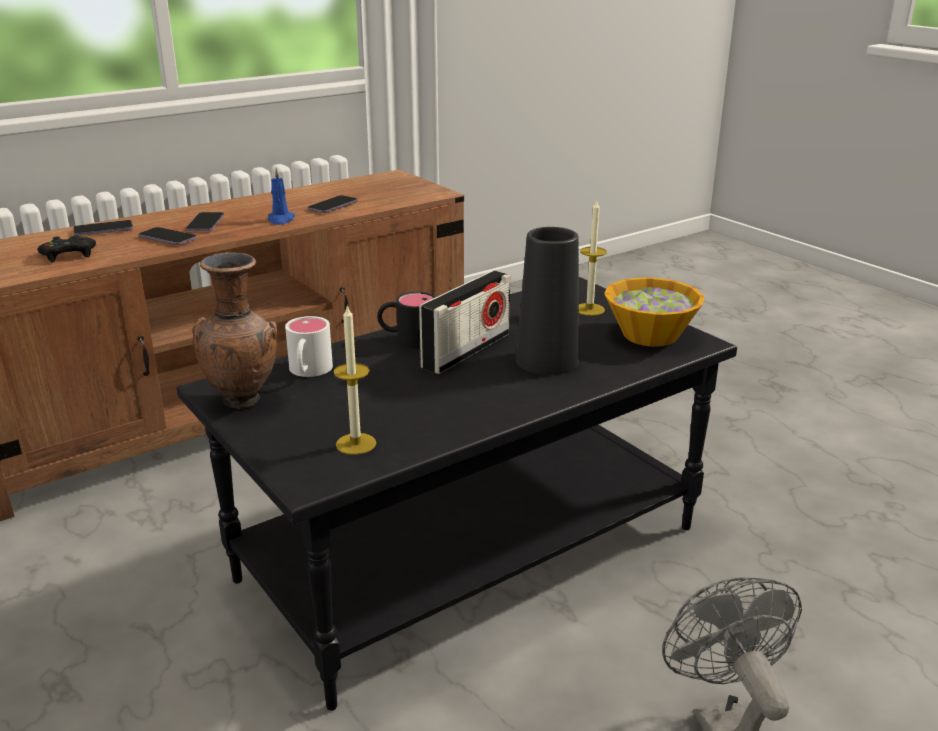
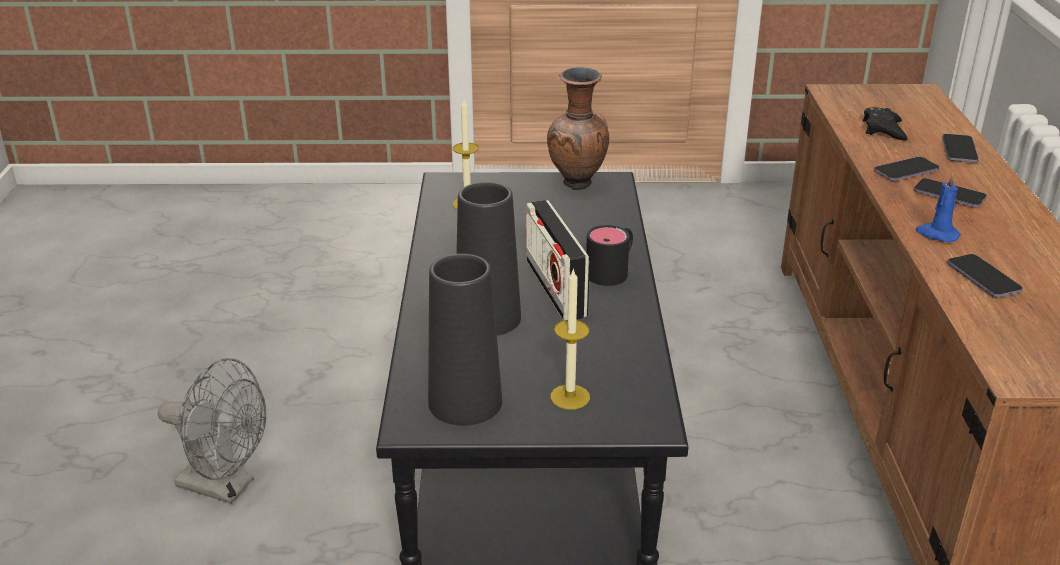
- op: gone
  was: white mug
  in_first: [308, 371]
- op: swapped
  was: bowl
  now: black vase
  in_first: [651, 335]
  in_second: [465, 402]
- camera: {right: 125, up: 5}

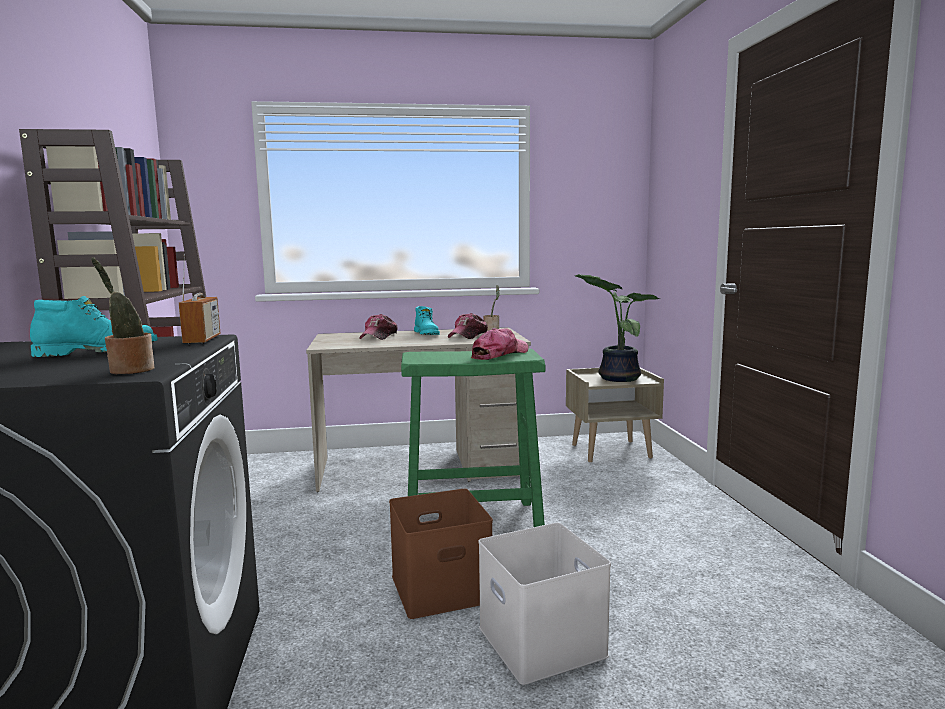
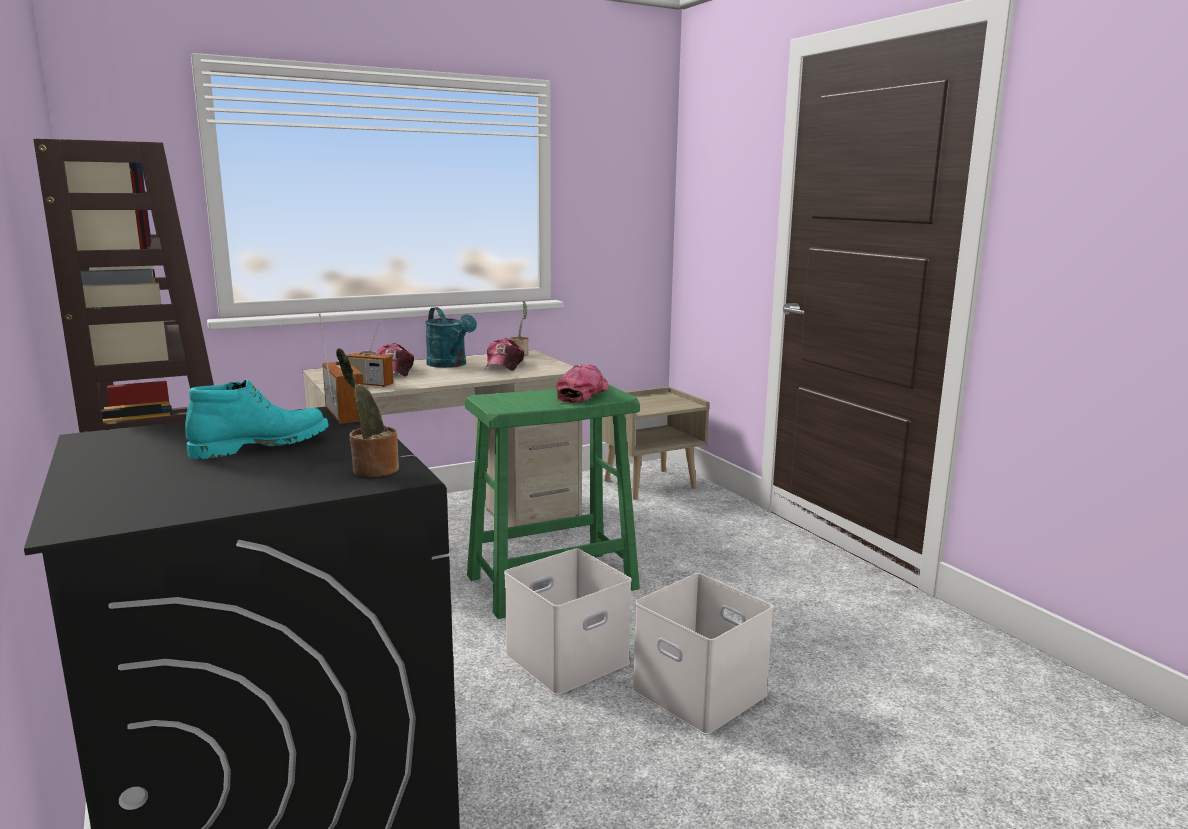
- op: gone
  was: potted plant
  in_first: [616, 378]
- op: new
  now: radio
  in_second: [370, 384]
- op: swapped
  was: turquoise boot
  now: turquoise watering can
  in_first: [427, 334]
  in_second: [450, 365]
- op: repainted
  was: brown storage box
  now: white storage box
  in_first: [442, 587]
  in_second: [567, 657]
- camera: {right: -20, up: 5}

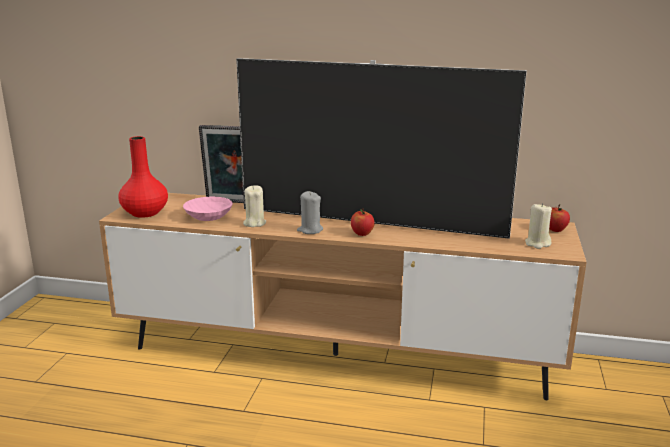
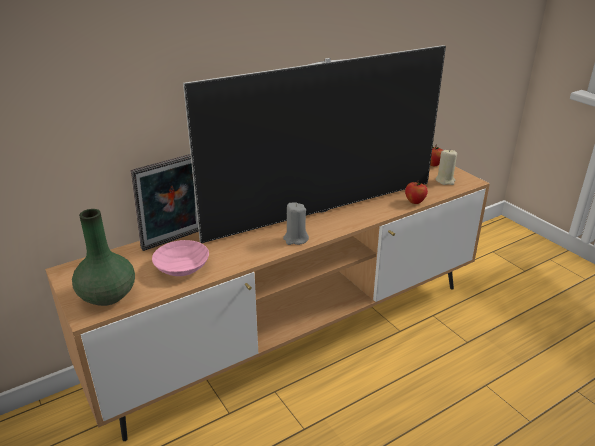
- op: gone
  was: beige candle
  in_first: [254, 223]
- op: shifted
  was: apple
  in_first: [362, 234]
  in_second: [415, 201]
- op: repainted
  was: red vase
  now: green vase
  in_first: [144, 213]
  in_second: [108, 296]
- camera: {right: -45, up: 10}

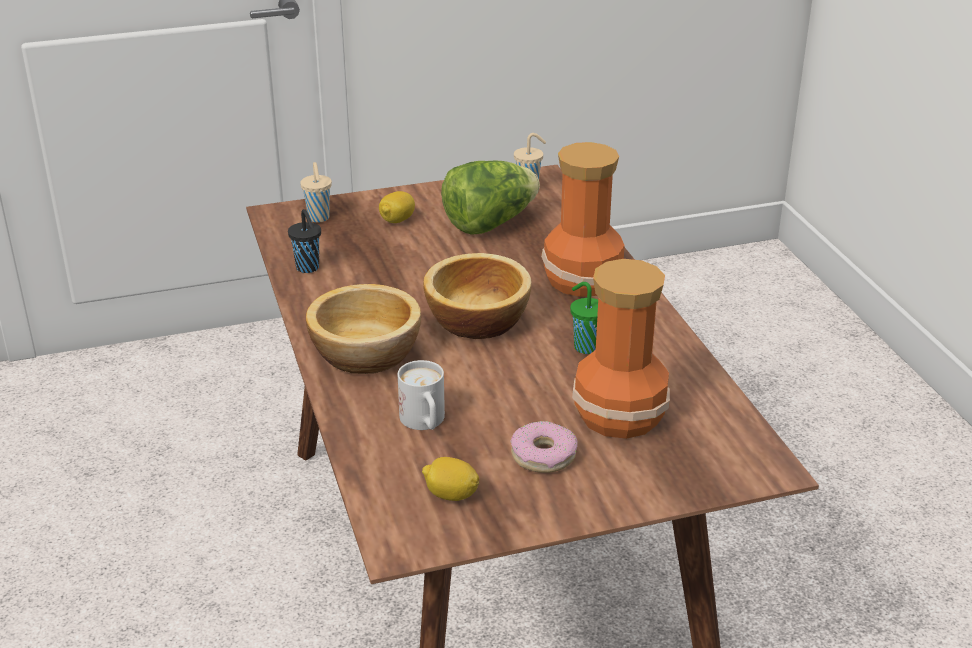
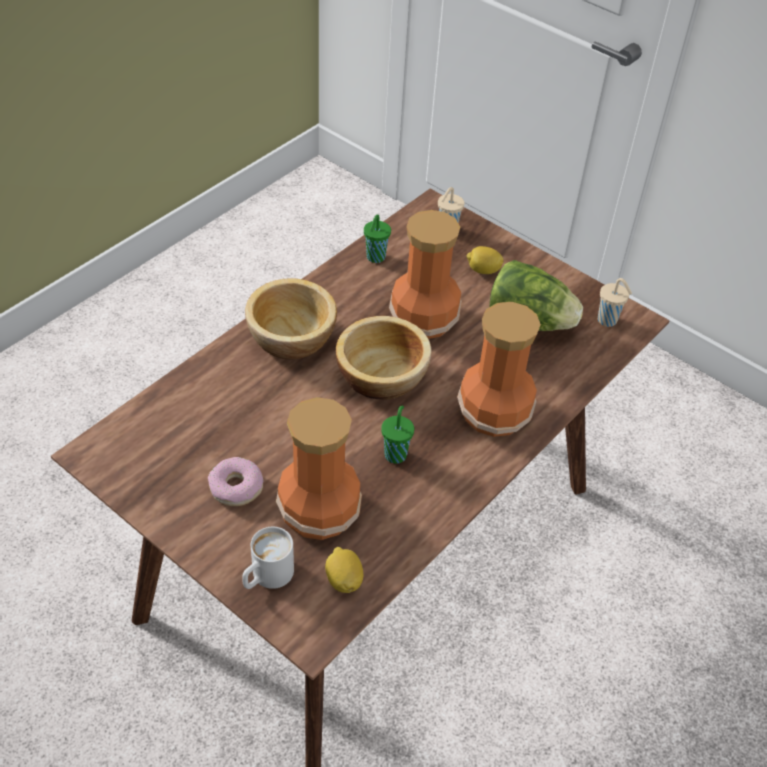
- op: new
  now: vase
  in_second: [424, 317]
- op: shifted
  was: white mug
  in_first: [425, 423]
  in_second: [266, 577]
- op: shifted
  was: lemon
  in_first: [451, 495]
  in_second: [344, 580]
- op: repainted
  was: black cup
  now: green cup
  in_first: [308, 268]
  in_second: [375, 258]
- camera: {right: 55, up: 15}

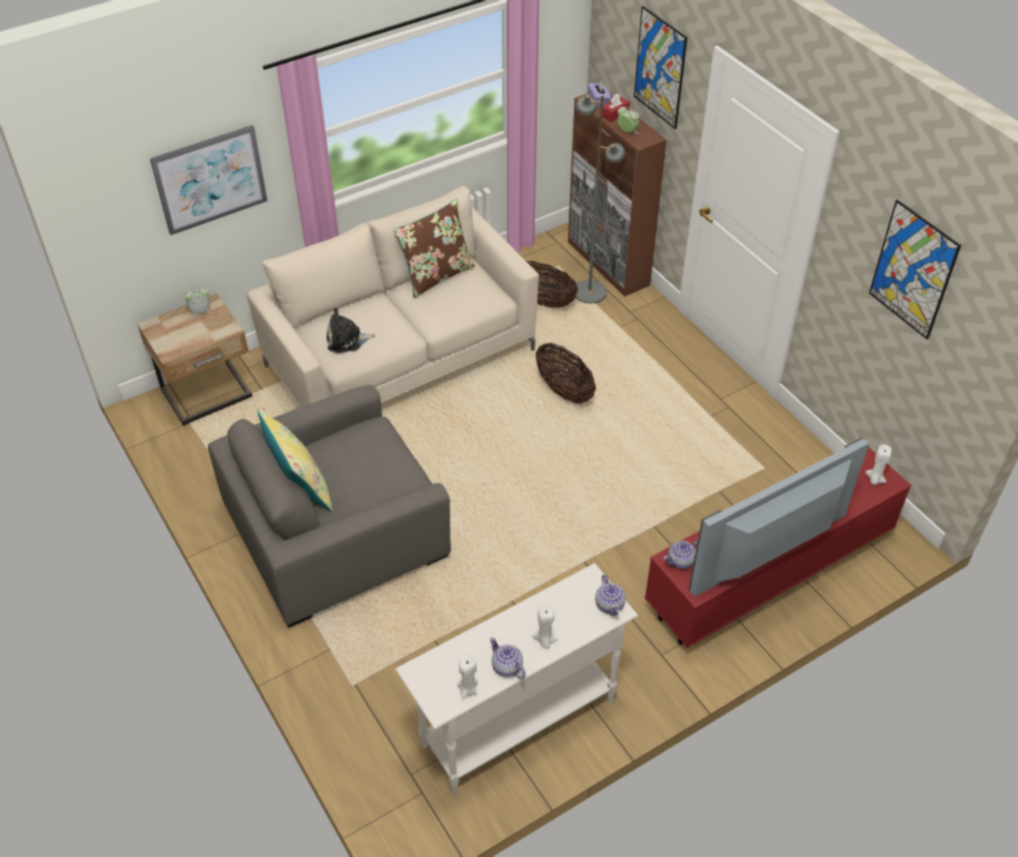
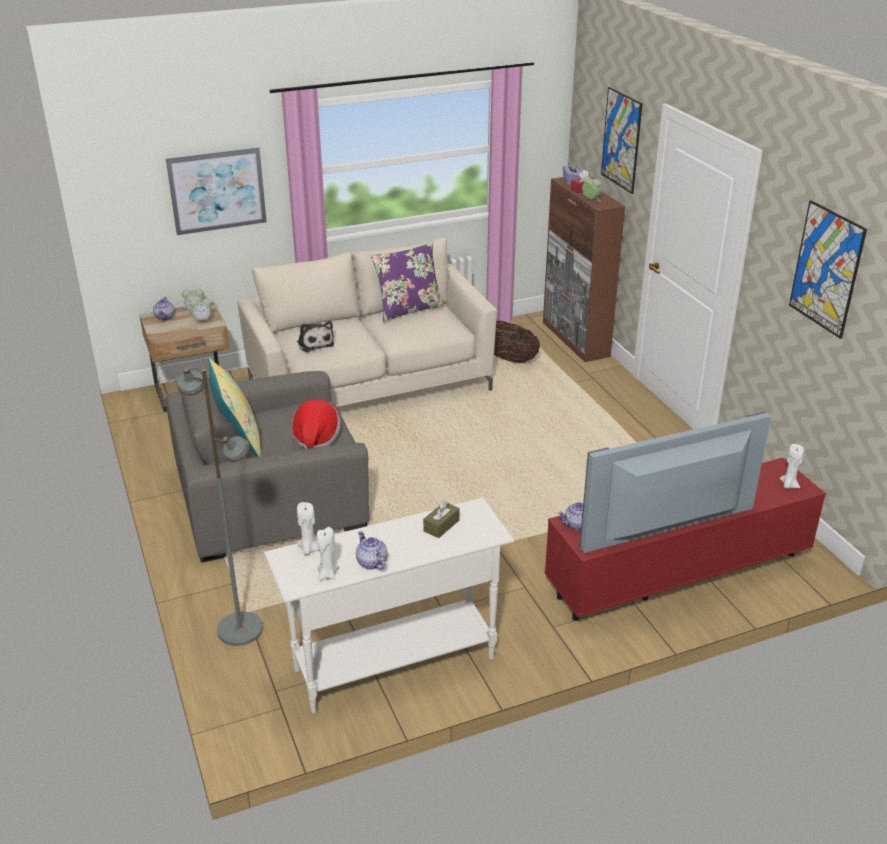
- op: gone
  was: basket
  in_first: [564, 390]
- op: new
  now: alarm clock
  in_second: [202, 320]
- op: new
  now: hat
  in_second: [316, 438]
- op: new
  now: brown tissue box
  in_second: [441, 525]
- op: shifted
  was: white candle
  in_first: [545, 641]
  in_second: [308, 549]
- op: shifted
  was: grey floor lamp
  in_first: [589, 292]
  in_second: [240, 628]
- op: shifted
  was: teapot
  in_first: [610, 605]
  in_second: [165, 317]
- op: repainted
  was: brown pillow
  now: purple pillow
  in_first: [436, 275]
  in_second: [408, 310]
- op: rotated
  was: plush toy
  in_first: [347, 340]
  in_second: [315, 343]
  clockwise: -120
- camera: {right: 10, up: -15}

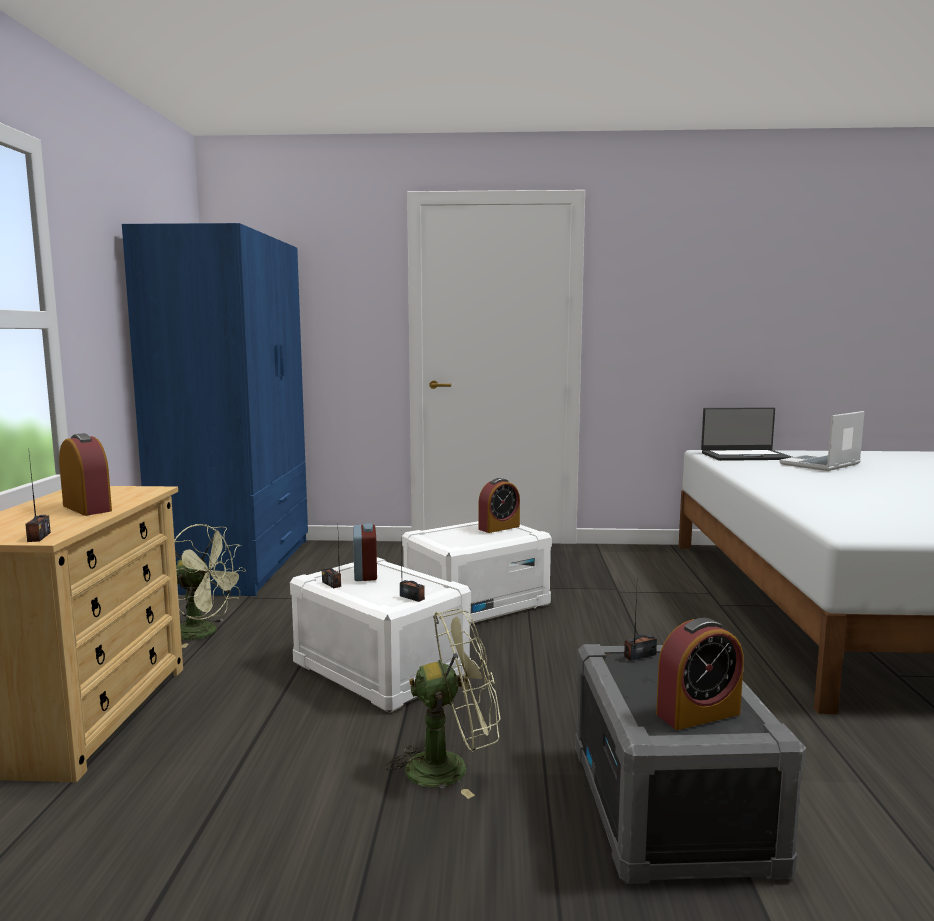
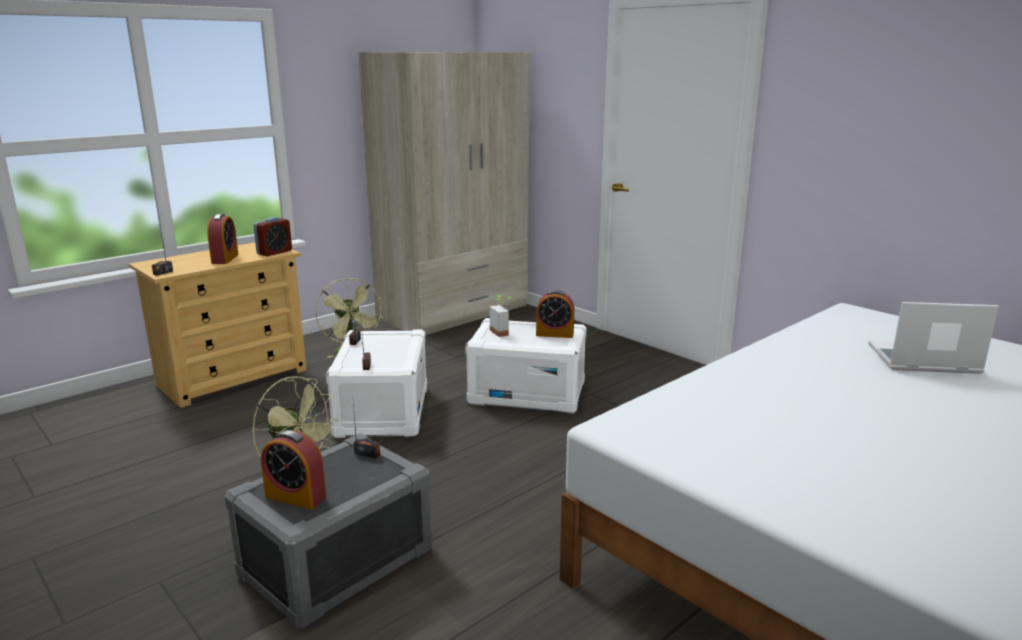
- op: gone
  was: laptop
  in_first: [744, 456]
- op: new
  now: potted plant
  in_second: [503, 332]
- op: shifted
  was: alarm clock
  in_first: [365, 574]
  in_second: [274, 252]
- op: repainted
  was: blue wardrobe
  now: beige wardrobe
  in_first: [239, 565]
  in_second: [454, 312]
- camera: {right: 45, up: 10}

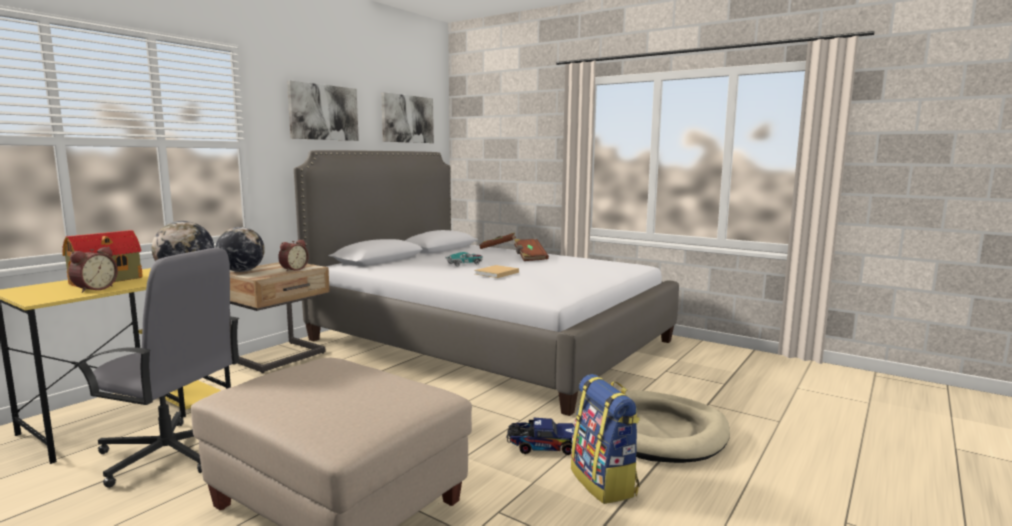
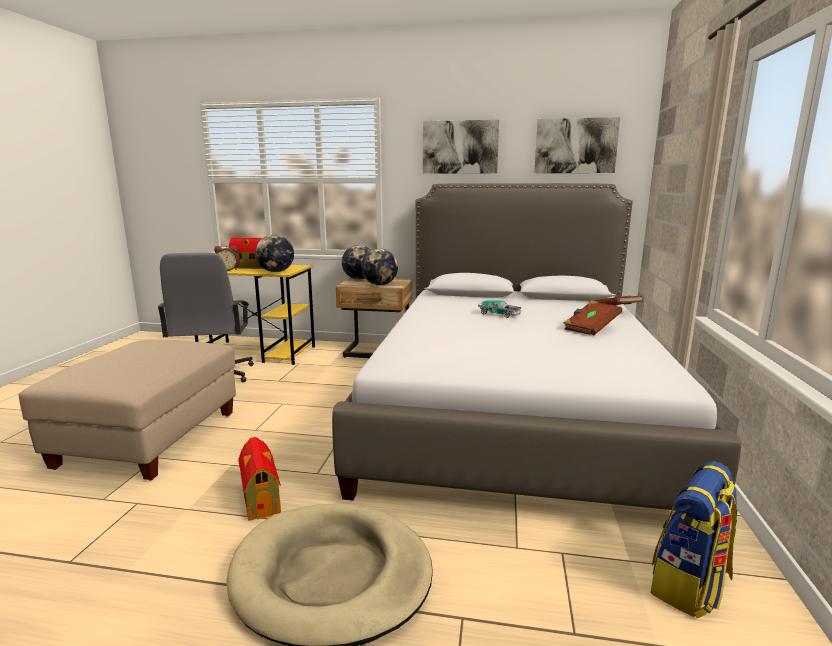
- op: gone
  was: beige book
  in_first: [496, 273]
- op: shifted
  was: backpack
  in_first: [604, 482]
  in_second: [689, 586]
- op: swapped
  was: alarm clock
  now: globe
  in_first: [293, 269]
  in_second: [379, 284]
- op: swapped
  was: toy truck
  now: toy house
  in_first: [541, 447]
  in_second: [261, 498]
- camera: {right: 65, up: 5}

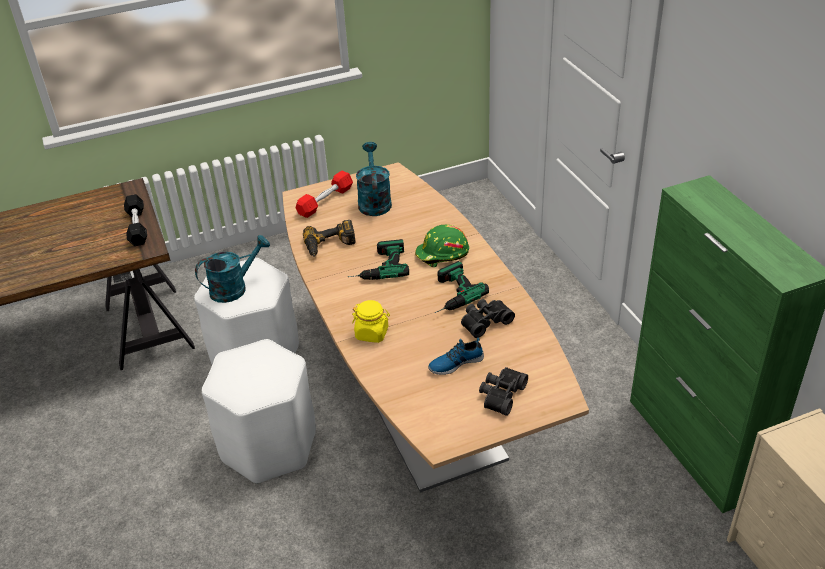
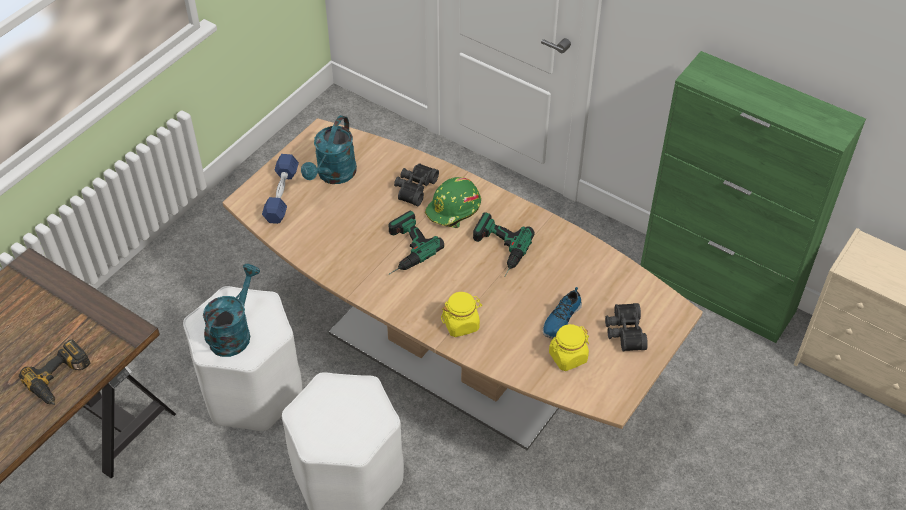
- op: gone
  was: black dumbbell
  in_first: [137, 227]
- op: new
  now: yellow jar
  in_second: [567, 357]
- op: shifted
  was: power drill
  in_first: [330, 245]
  in_second: [61, 379]
- op: shifted
  was: black binoculars
  in_first: [484, 321]
  in_second: [414, 188]
- op: repainted
  was: red dumbbell
  now: blue dumbbell
  in_first: [325, 201]
  in_second: [281, 195]
- op: rotated
  was: turquoise watering can
  in_first: [374, 201]
  in_second: [333, 175]
  clockwise: -120
- camera: {right: -35, up: 10}

